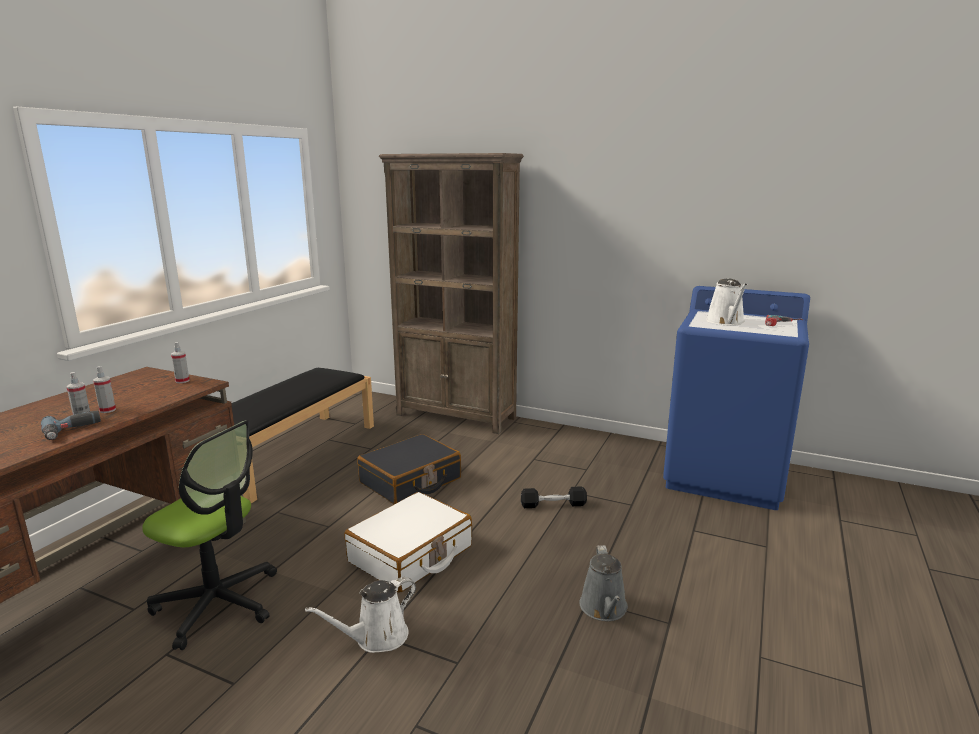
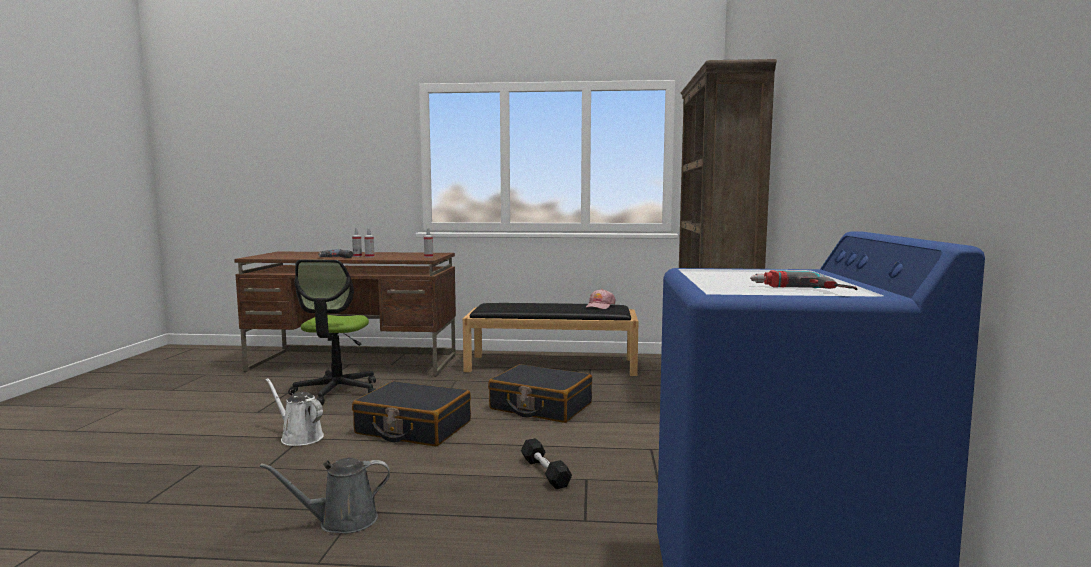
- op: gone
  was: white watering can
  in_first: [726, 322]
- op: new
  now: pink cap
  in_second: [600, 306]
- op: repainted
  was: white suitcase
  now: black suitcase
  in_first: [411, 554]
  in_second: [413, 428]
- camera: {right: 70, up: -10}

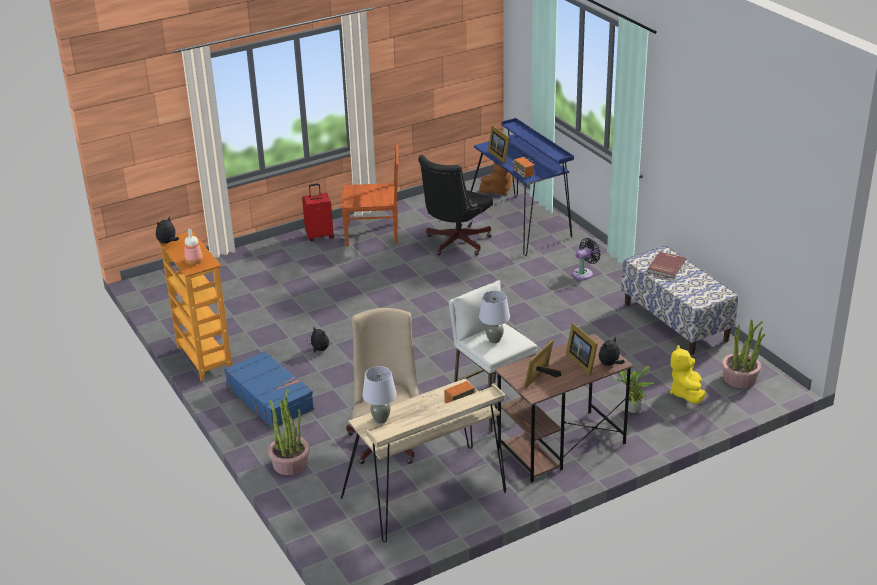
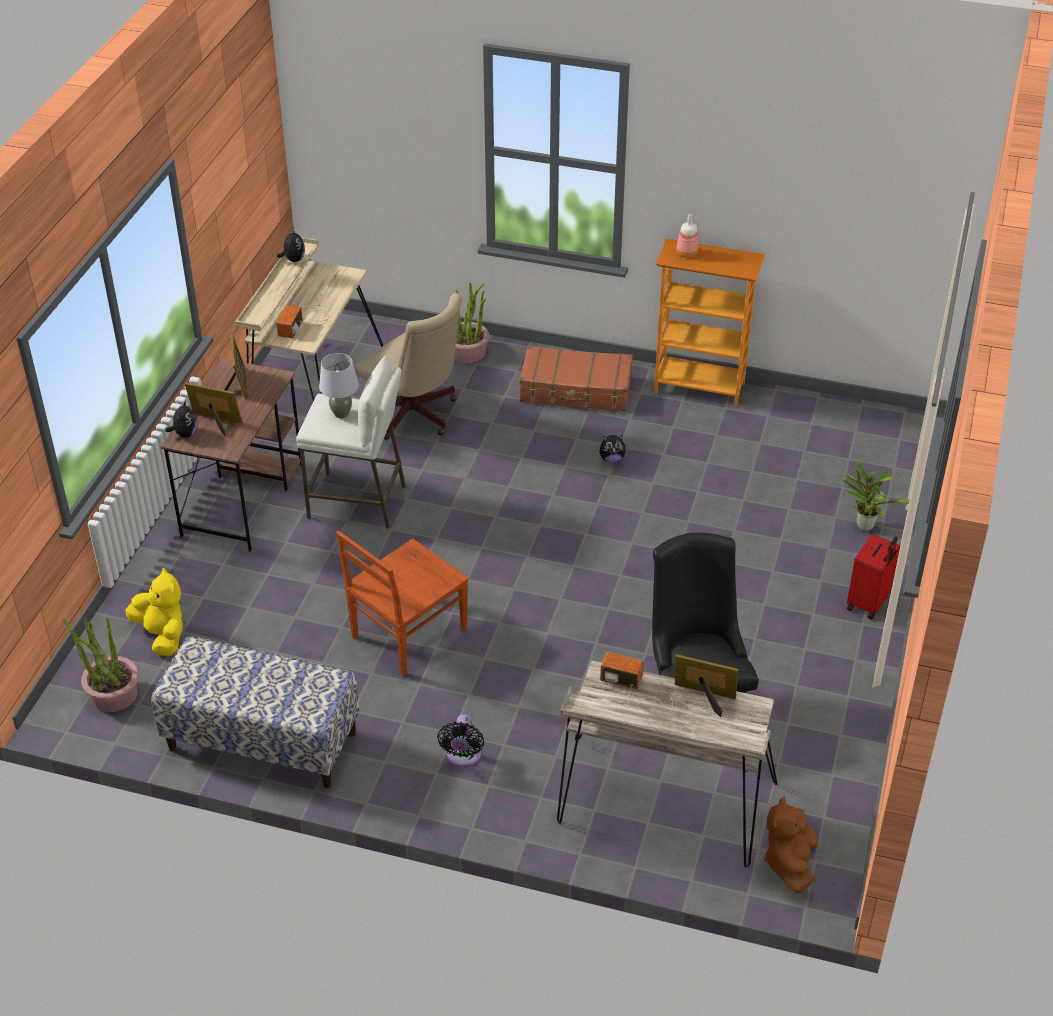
- op: gone
  was: grey table lamp
  in_first: [381, 419]
- op: gone
  was: red book
  in_first: [665, 266]
- op: shifted
  was: plush toy
  in_first: [167, 242]
  in_second: [293, 259]
- op: shifted
  was: brown chair
  in_first: [374, 234]
  in_second: [407, 635]
- op: shifted
  was: potted plant
  in_first: [632, 411]
  in_second: [864, 524]
- op: repainted
  was: blue suitcase
  now: brown suitcase
  in_first: [270, 398]
  in_second: [576, 390]
- op: repainted
  was: blue desk
  now: beige desk
  in_first: [521, 223]
  in_second: [662, 805]
- camera: {right: 135, up: 10}

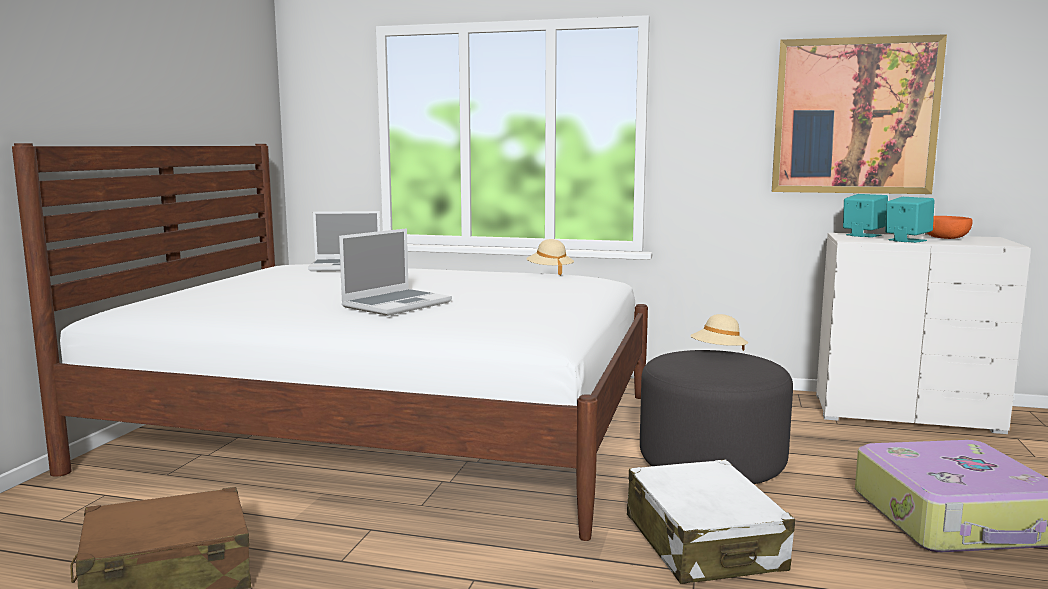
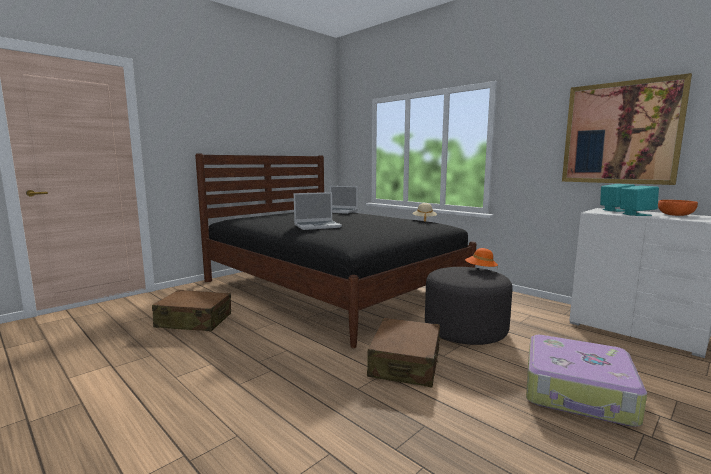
- op: repainted
  was: white bed
  now: black bed
  in_first: [388, 430]
  in_second: [333, 287]
- op: repainted
  was: white suitcase
  now: brown suitcase
  in_first: [703, 543]
  in_second: [405, 363]
- op: repainted
  was: beige hat
  now: orange hat
  in_first: [718, 353]
  in_second: [480, 270]
- camera: {right: 30, up: 0}

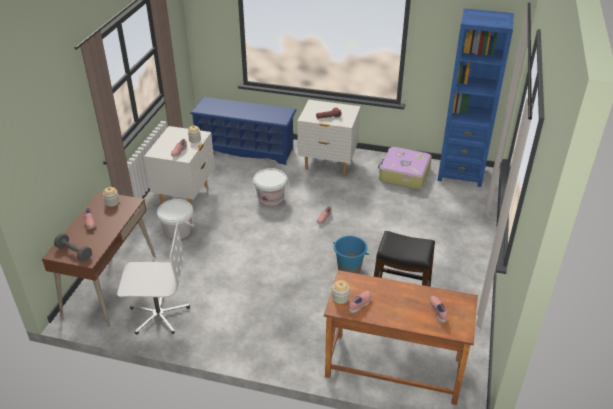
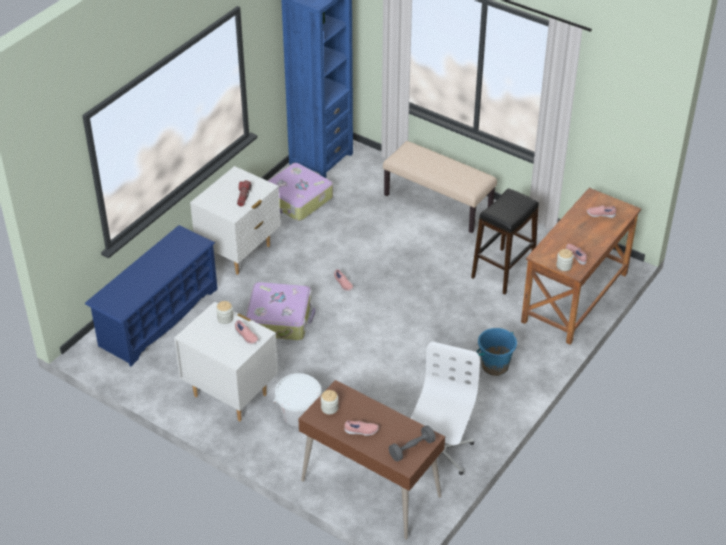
- op: new
  now: beige bench
  in_second: [438, 203]
- op: shifted
  was: blue bucket
  in_first: [349, 269]
  in_second: [494, 366]
- op: swapped
  was: white bucket
  now: suitcase
  in_first: [270, 198]
  in_second: [280, 318]
- camera: {right: -70, up: 5}

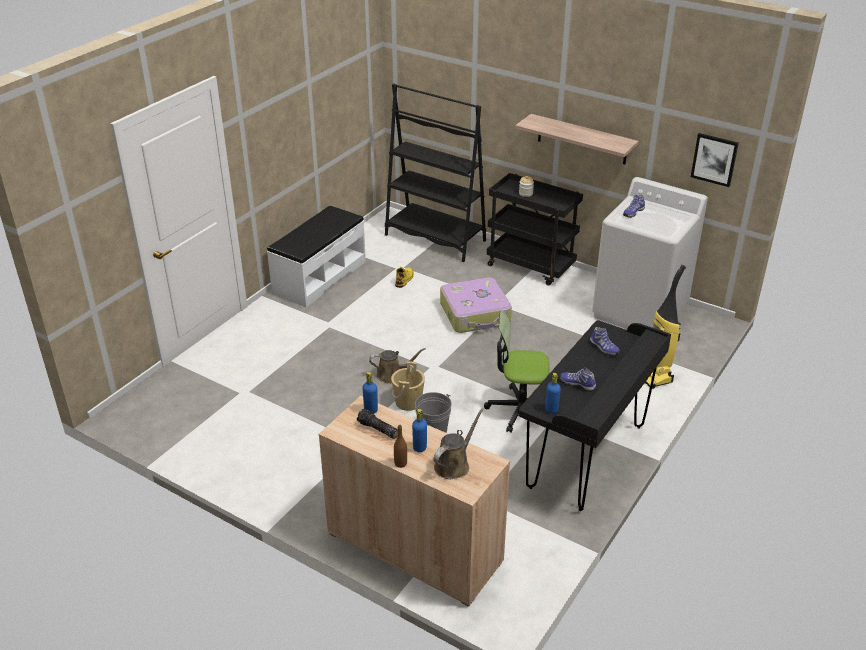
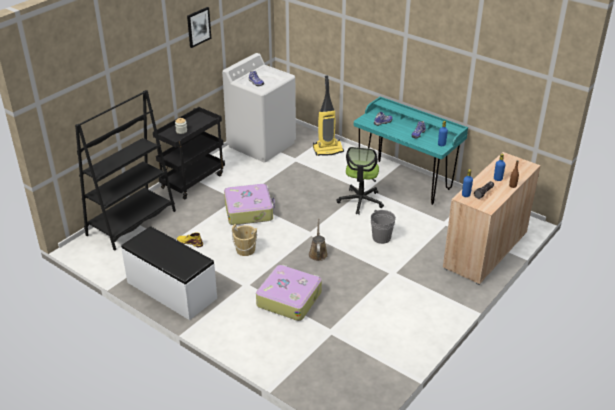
- op: gone
  was: brown watering can
  in_first: [454, 464]
- op: gone
  was: shelf
  in_first: [582, 139]
- op: new
  now: suitcase
  in_second: [289, 298]
- op: shifted
  was: beige bucket
  in_first: [408, 402]
  in_second: [245, 250]
- op: shifted
  was: picture
  in_first: [714, 159]
  in_second: [198, 27]
- op: repainted
  was: black desk
  now: turquoise desk
  in_first: [587, 457]
  in_second: [405, 181]
- camera: {right: -85, up: 0}

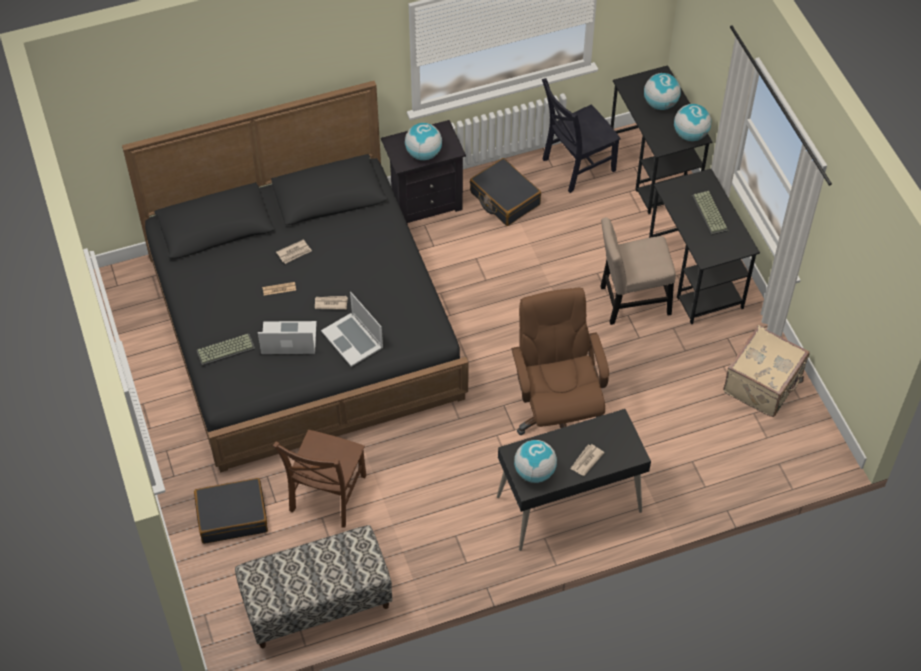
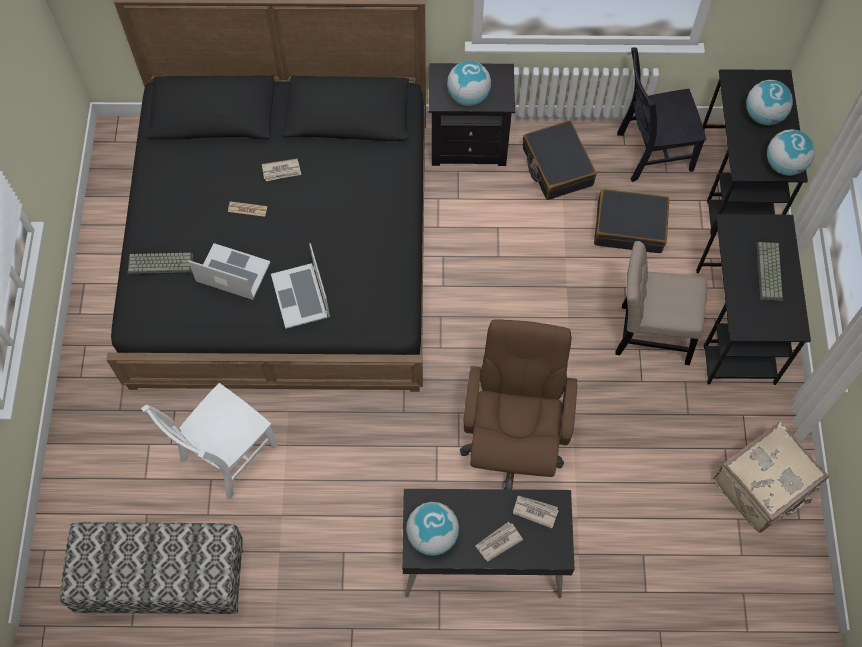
- op: shifted
  was: black suitcase
  in_first: [232, 516]
  in_second: [629, 227]
- op: shifted
  was: newspaper
  in_first: [330, 303]
  in_second: [535, 511]
- op: repainted
  was: brown chair
  now: white chair
  in_first: [326, 496]
  in_second: [226, 456]
- camera: {right: 20, up: 10}

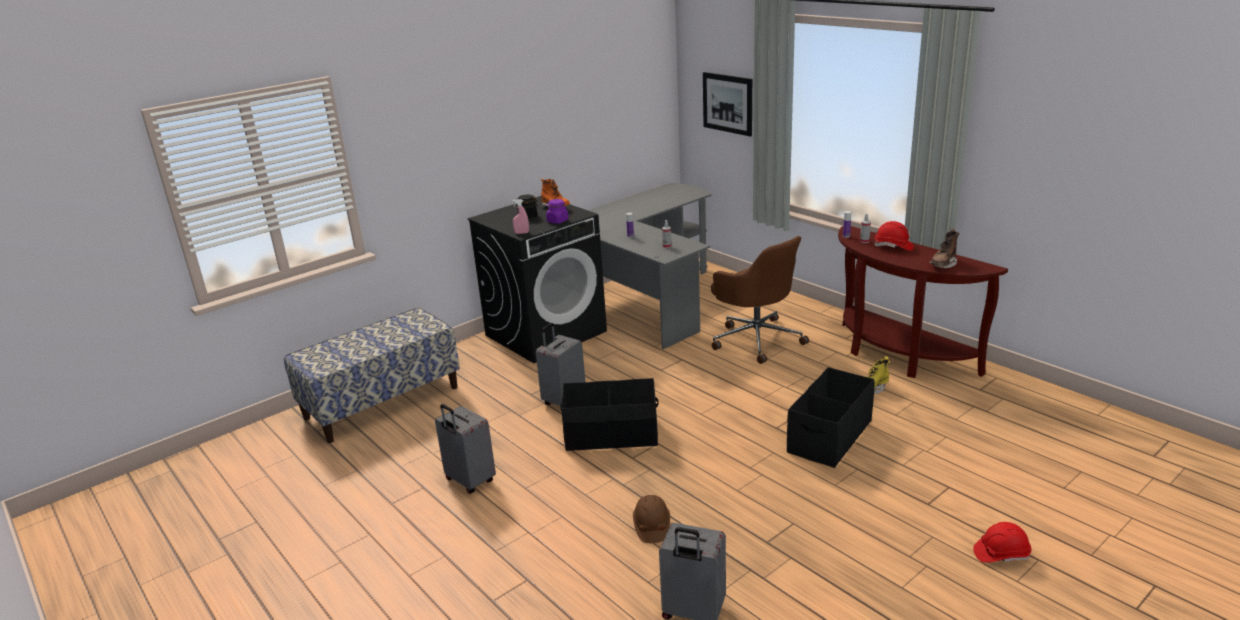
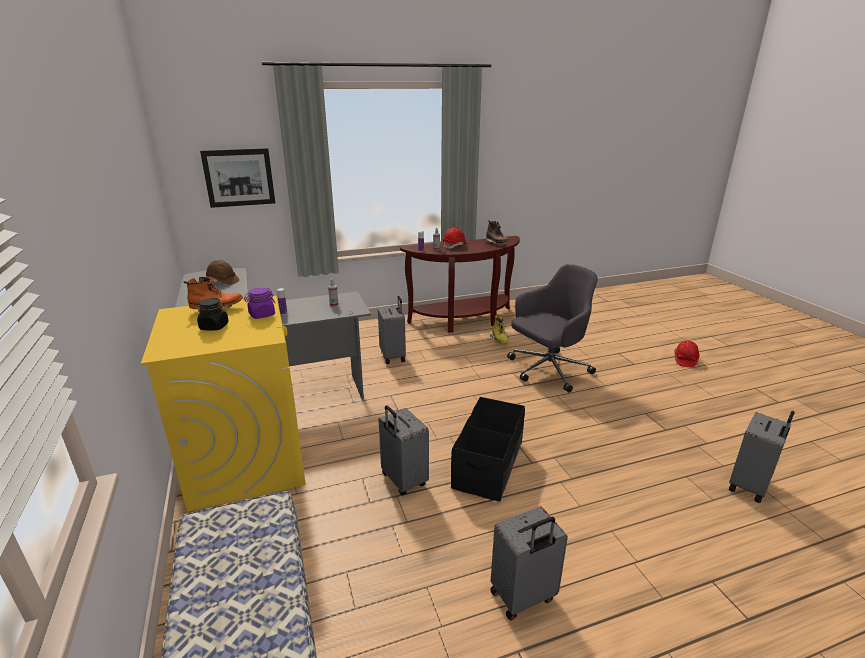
- op: gone
  was: pink spray bottle
  in_first: [521, 233]
- op: shifted
  was: brown hard hat
  in_first: [651, 527]
  in_second: [222, 281]
- op: swapped
  was: brown office chair
  now: grey suitcase
  in_first: [756, 339]
  in_second: [393, 356]
- op: swapped
  was: black storage box
  now: grey office chair
  in_first: [829, 437]
  in_second: [547, 370]
- op: repainted
  was: black washing machine
  now: yellow washing machine
  in_first: [546, 333]
  in_second: [246, 460]
- camera: {right: -70, up: 0}

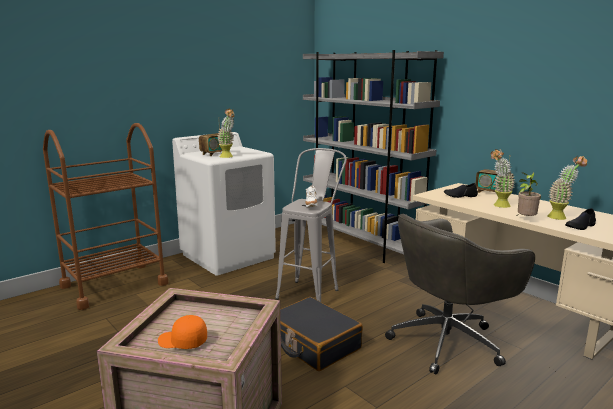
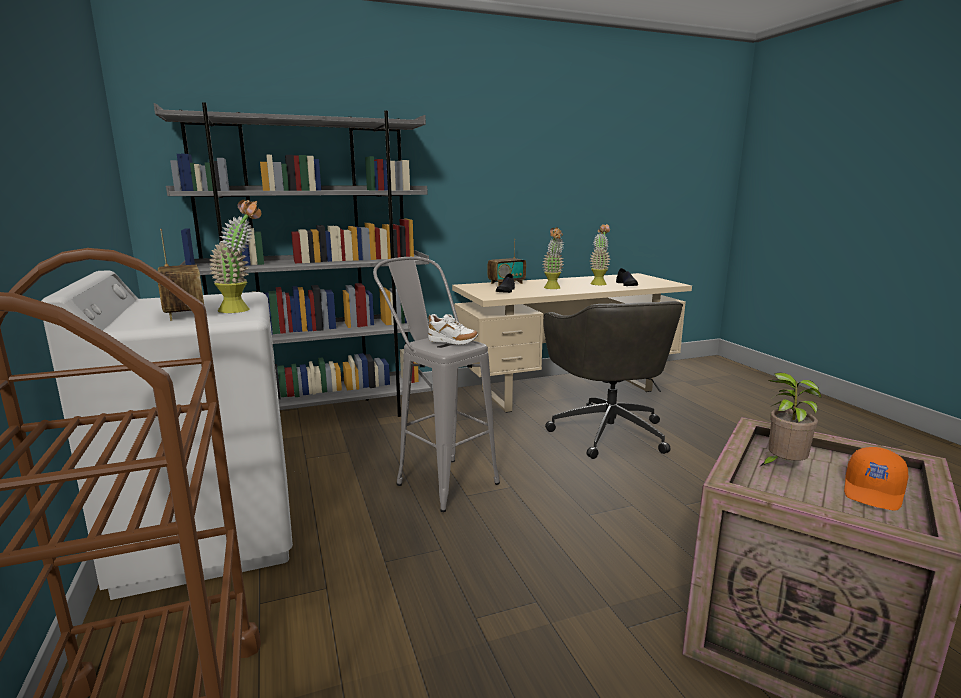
- op: gone
  was: black suitcase
  in_first: [313, 343]
- op: shifted
  was: potted plant
  in_first: [525, 220]
  in_second: [782, 466]
- camera: {right: -70, up: 0}

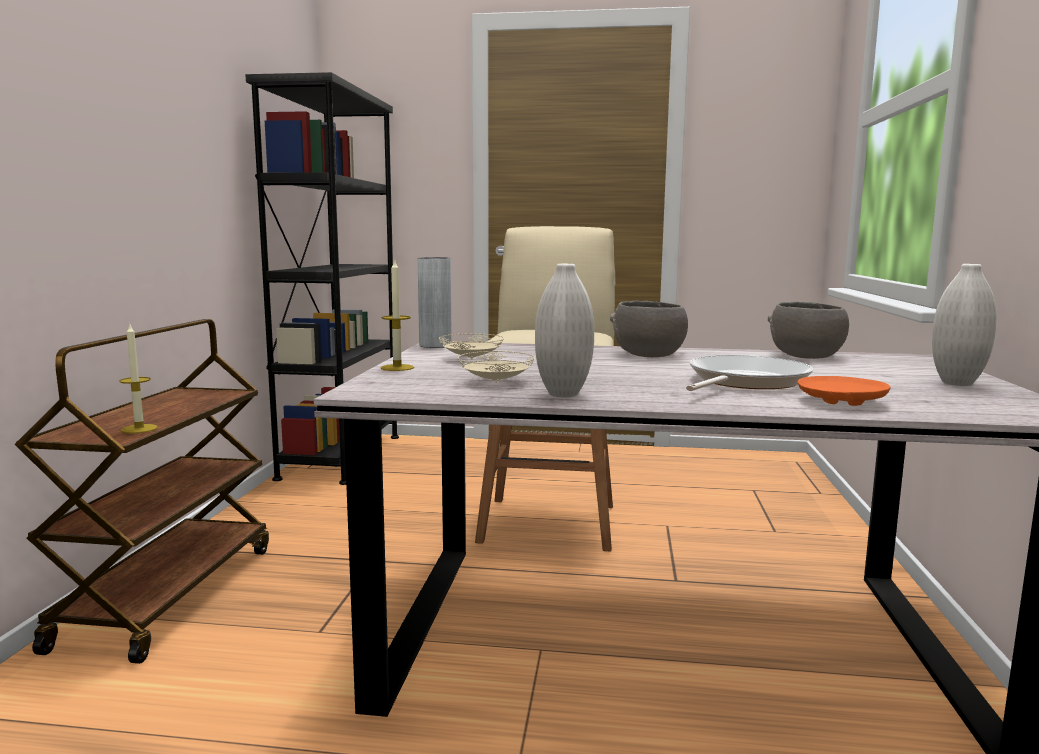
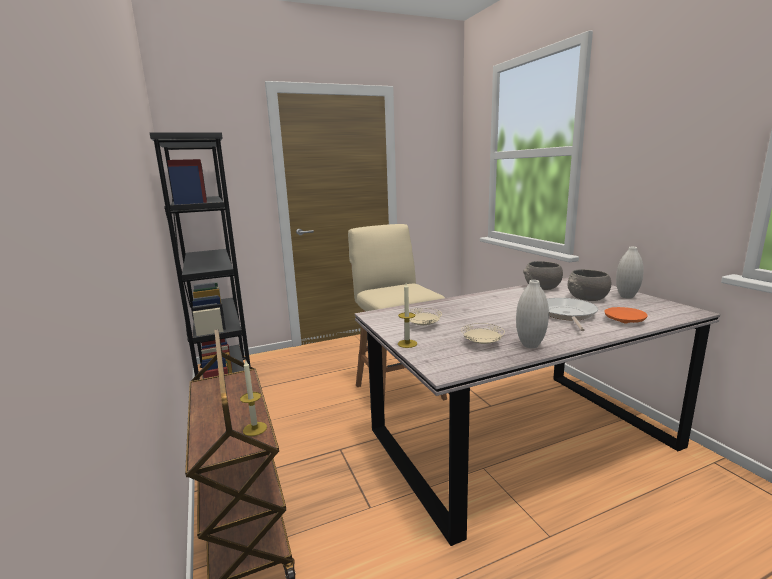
- op: gone
  was: grey vase
  in_first: [435, 345]
- op: shifted
  was: grey bowl
  in_first: [647, 354]
  in_second: [587, 298]
- camera: {right: -30, up: 5}

